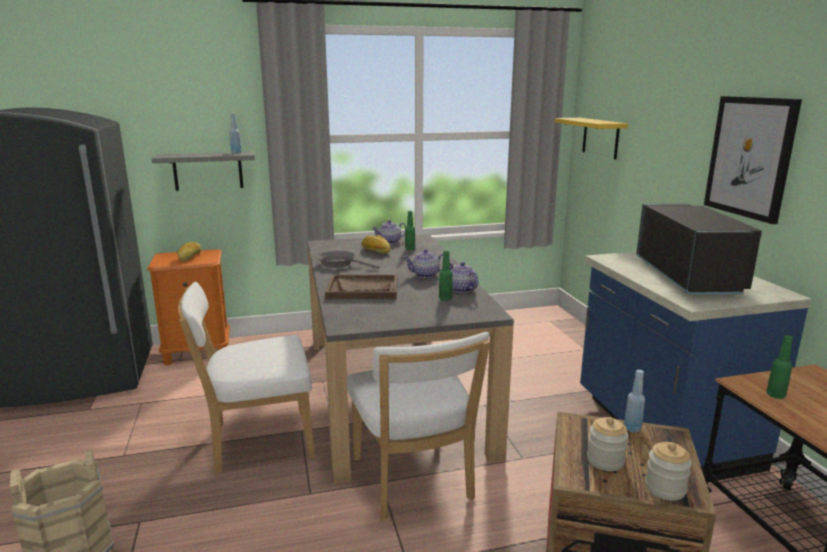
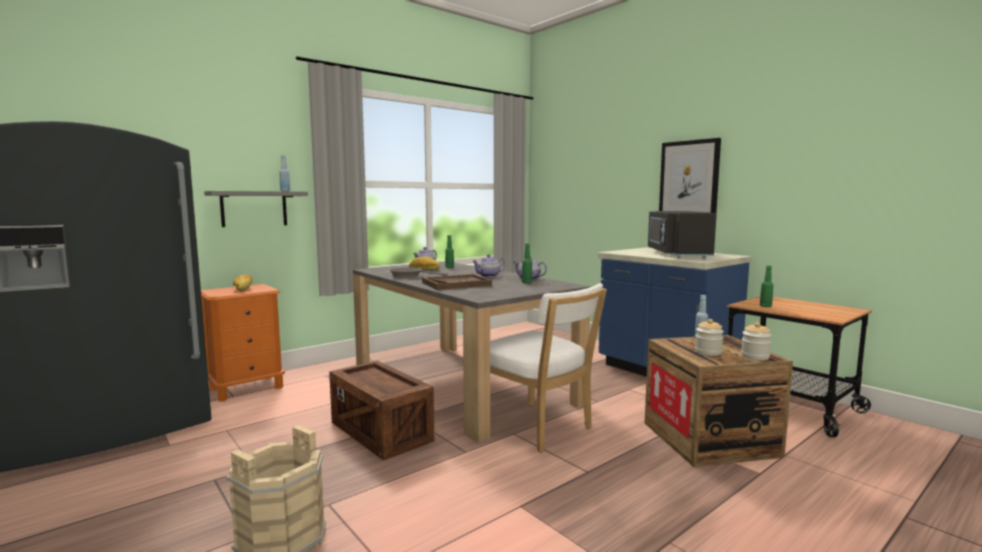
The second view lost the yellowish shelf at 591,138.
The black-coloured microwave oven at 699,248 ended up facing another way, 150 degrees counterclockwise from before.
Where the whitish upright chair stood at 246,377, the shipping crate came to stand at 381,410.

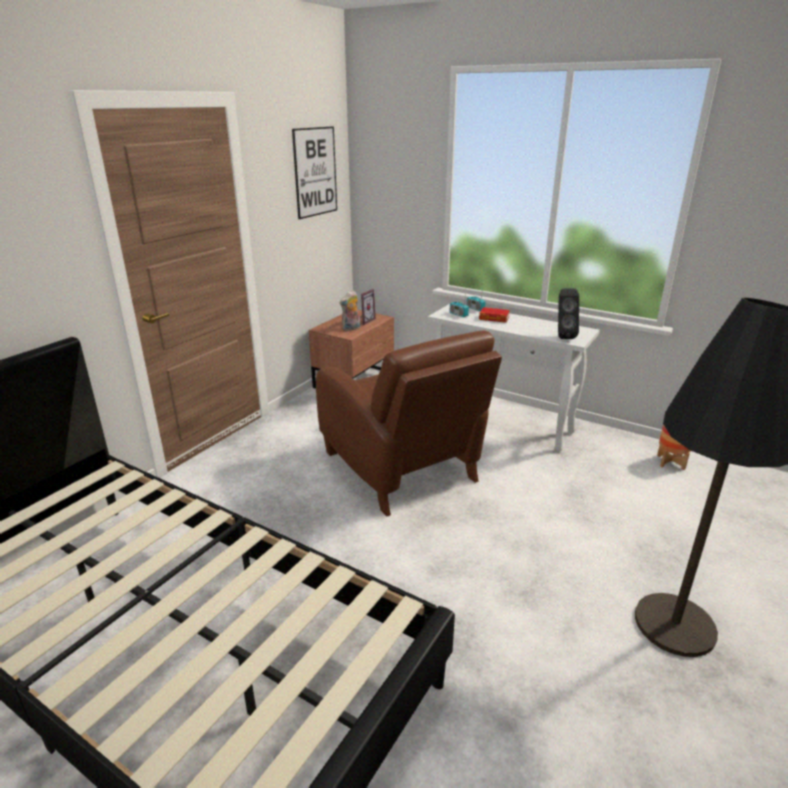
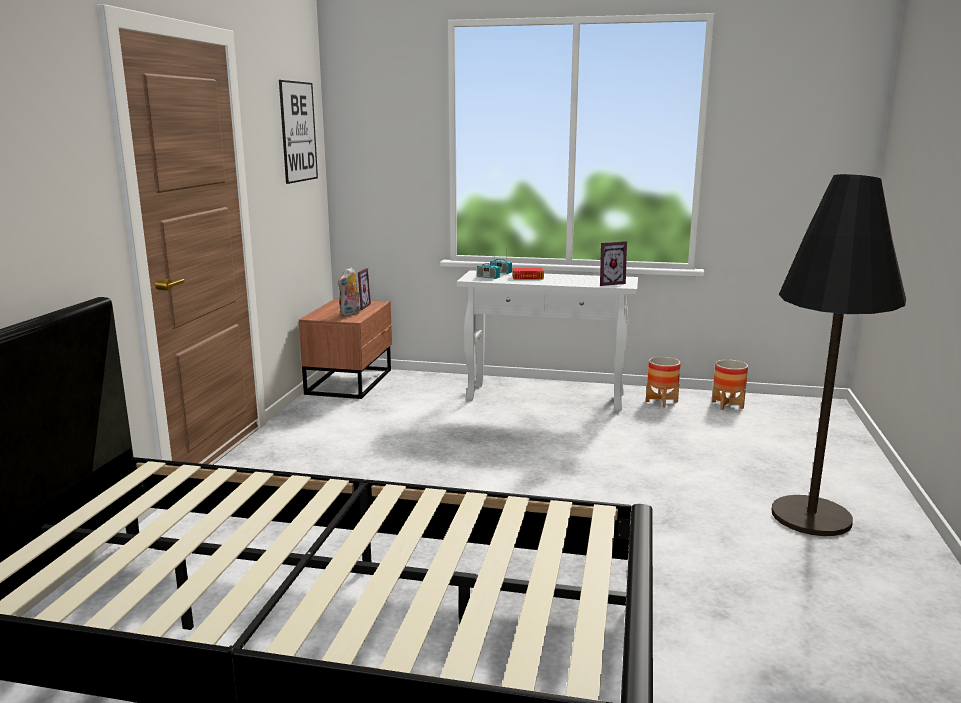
Where the black-coloured loudspeaker stood at 568,313, the standing frame came to stand at 613,263.
The second view lost the brown armchair at 409,423.
The second view gained the flower pot at 663,382.

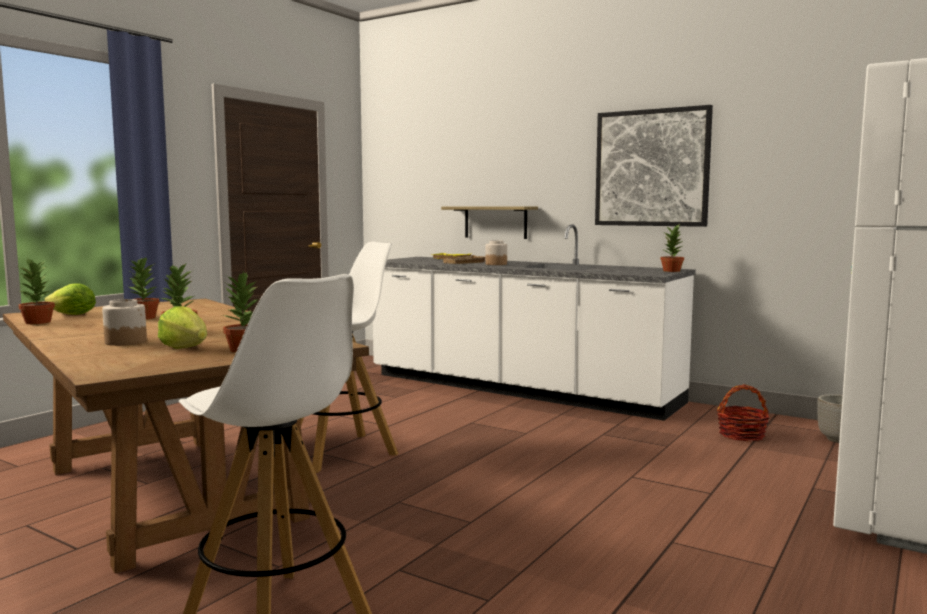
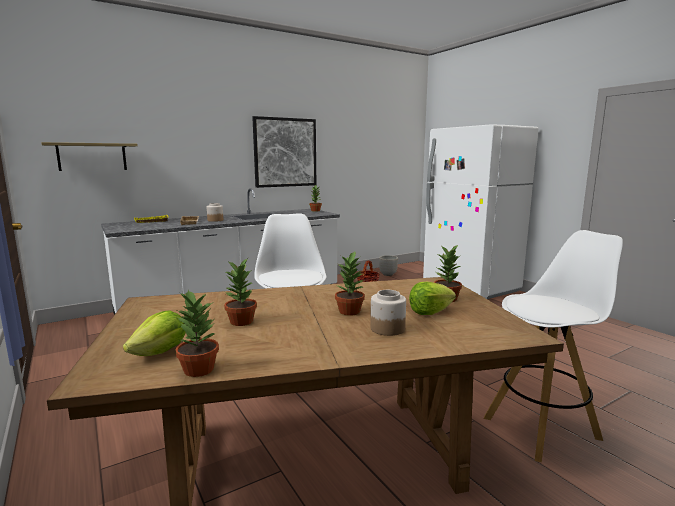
The shelf ended up elsewhere, having gone from 489,223 to 89,156.

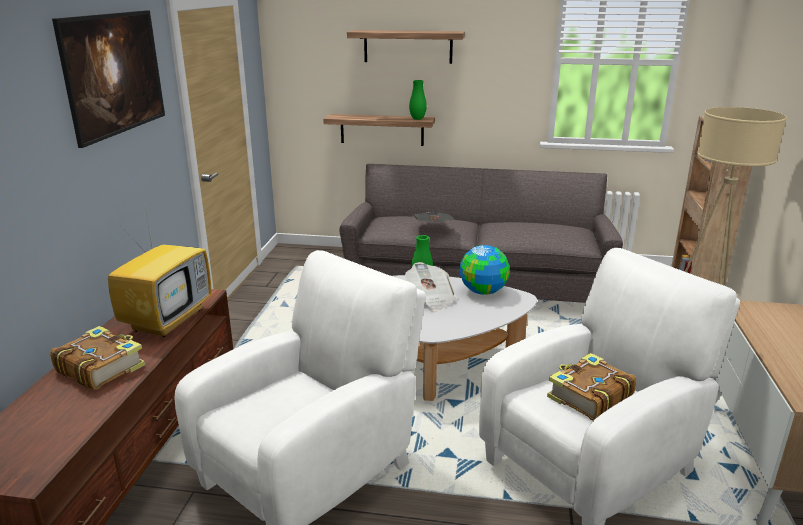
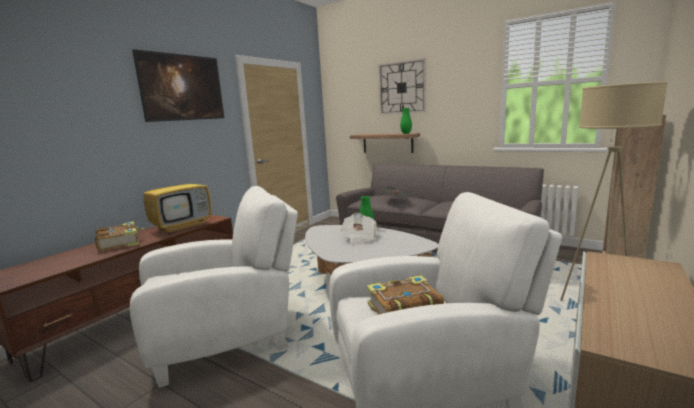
Where the shelf hung at 406,47, the hanging clock came to hang at 402,86.
The second view lost the world globe at 485,270.

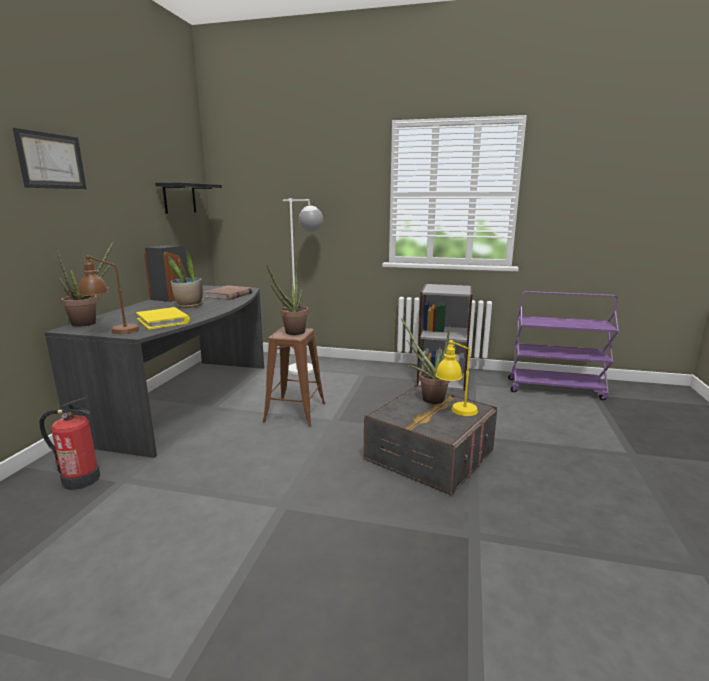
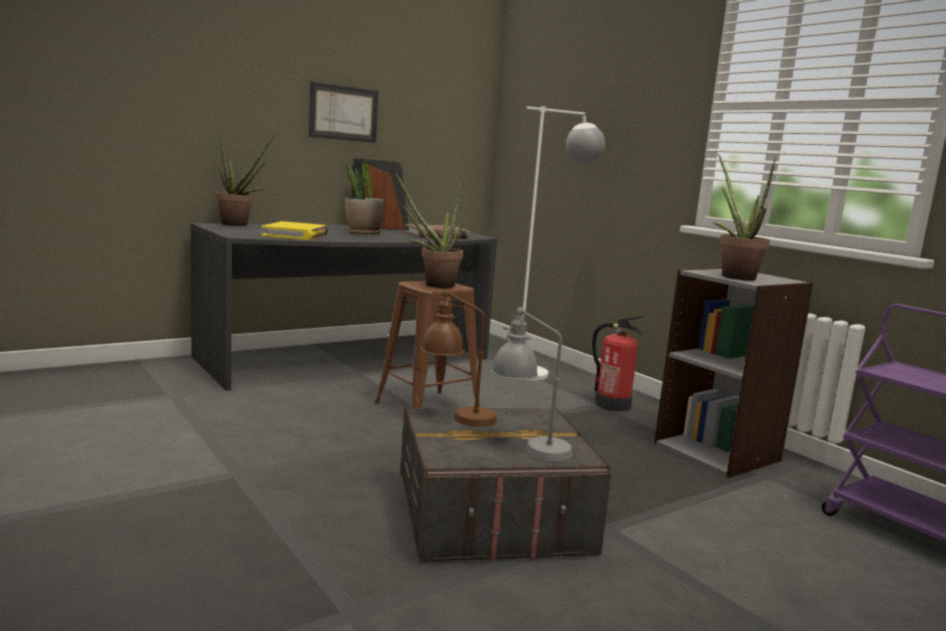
The wall art ended up elsewhere, having gone from 49,158 to 343,112.
The second view lost the black-coloured shelf at 188,198.
The brown tabletop lamp ended up elsewhere, having gone from 109,294 to 459,358.
The houseplant ended up elsewhere, having gone from 425,361 to 744,217.
What was the yellowish tabletop lamp at 456,378 turned into the gray tabletop lamp at 532,384.
The fire extinguisher ended up elsewhere, having gone from 70,443 to 618,364.

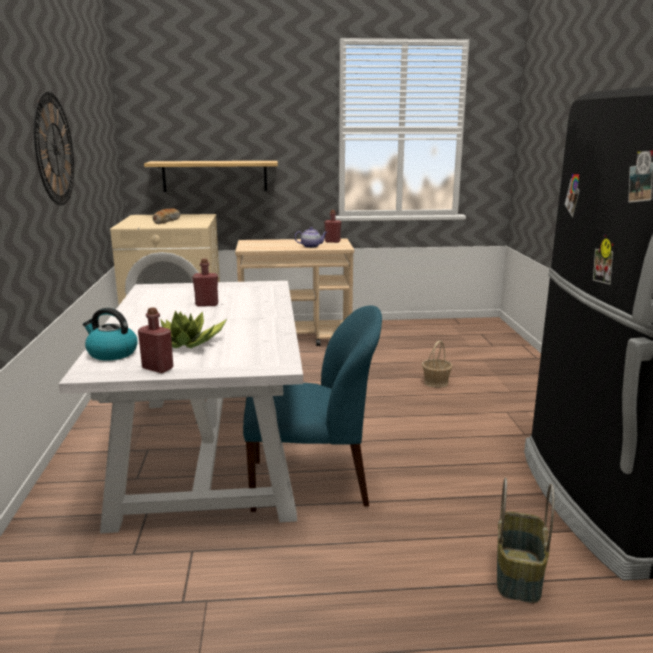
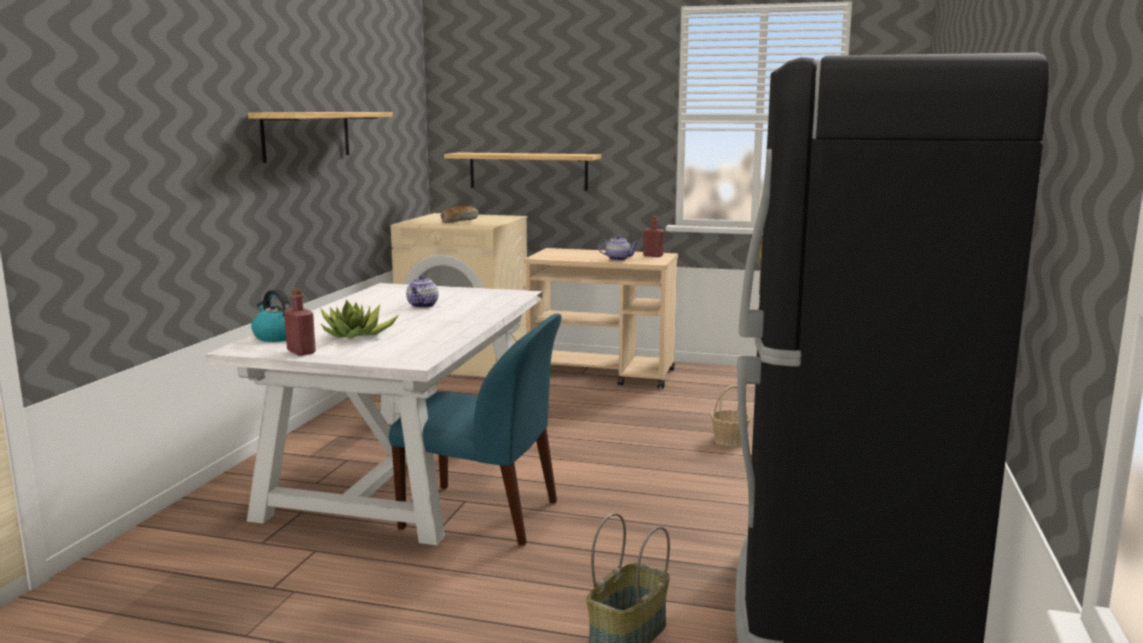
Where the hanging clock hung at 54,149, the shelf came to hang at 320,137.
Where the red-coloured drink bottle stood at 205,282, the teapot came to stand at 422,291.

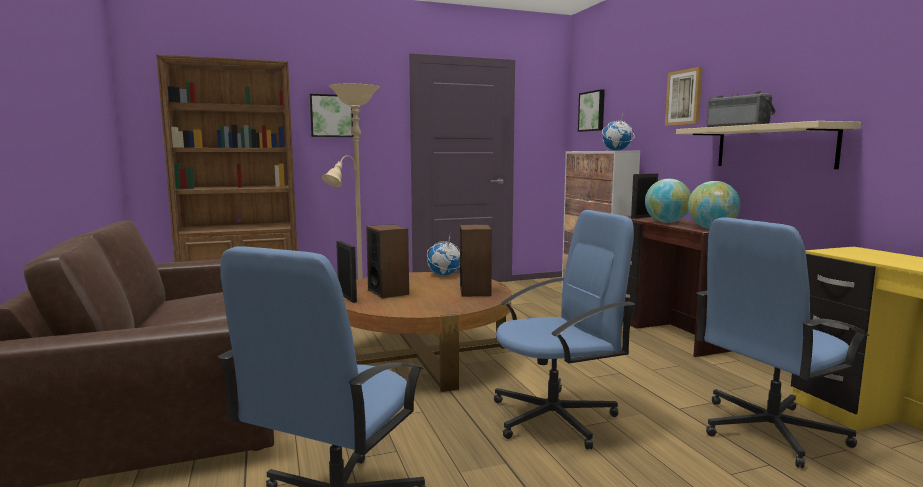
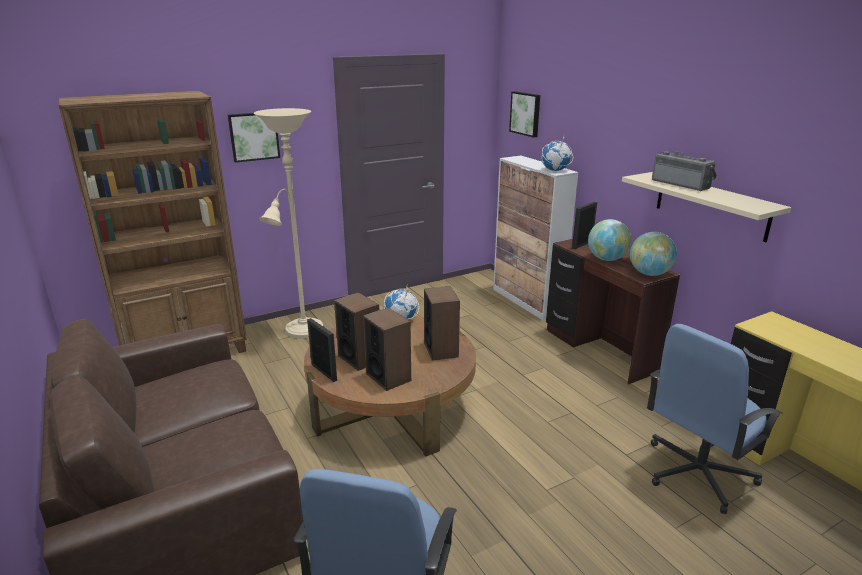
The second view lost the wall art at 684,96.
The second view lost the blue computer chair at 564,329.
The second view gained the loudspeaker at 387,349.

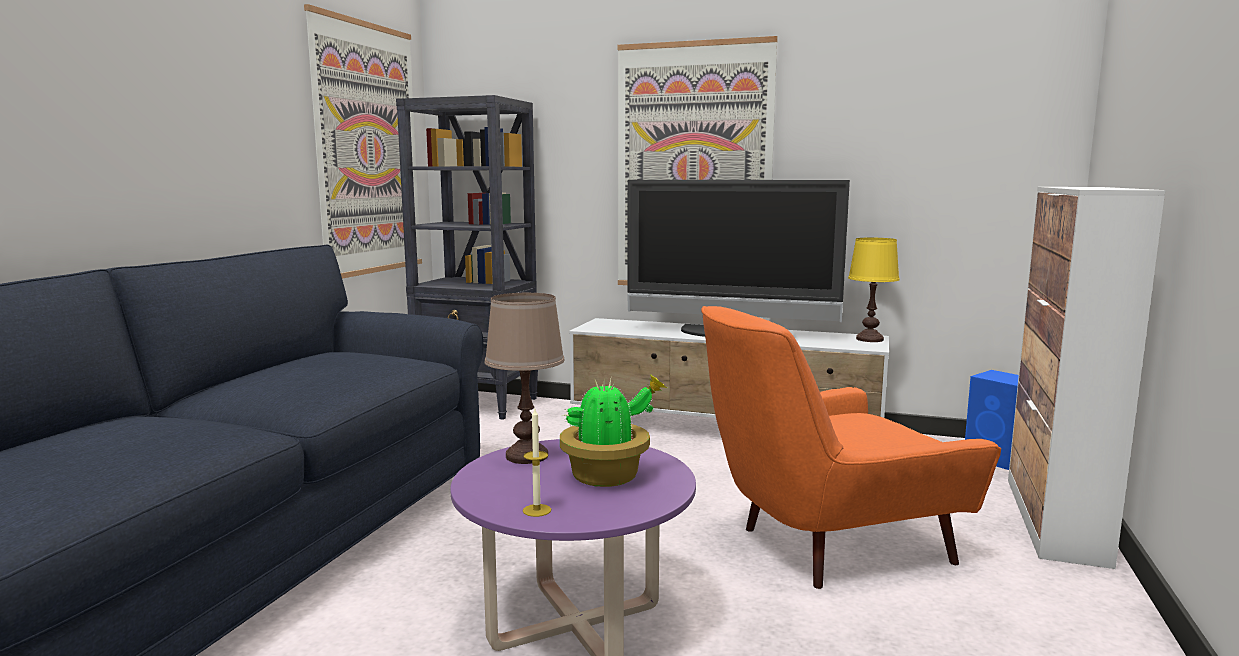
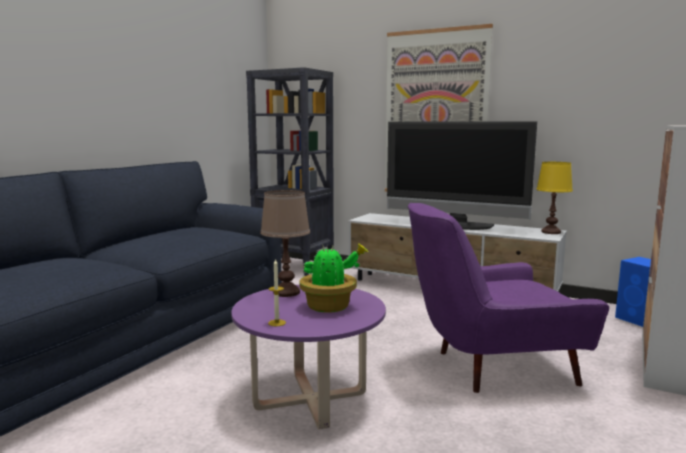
The second view lost the wall art at 363,141.
What was the orange armchair at 851,447 turned into the purple armchair at 508,298.

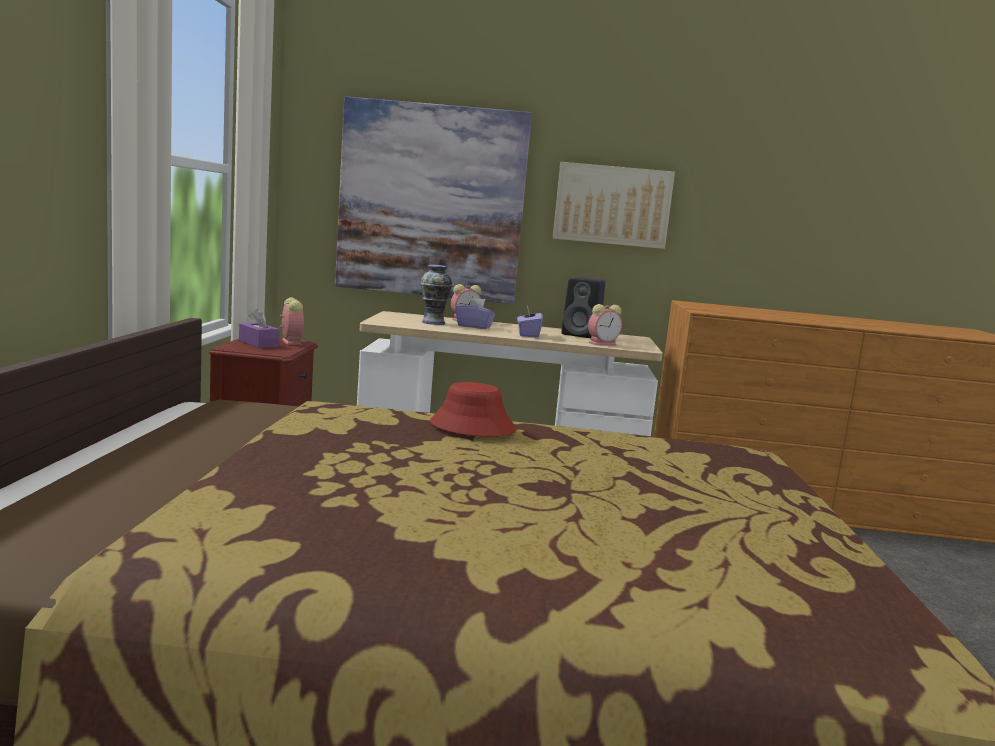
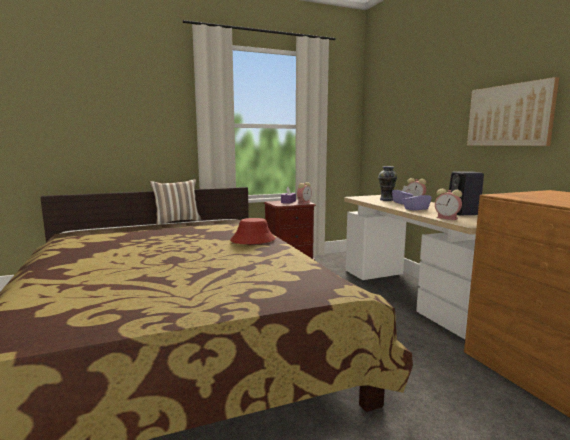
The second view lost the wall art at 433,200.
The second view gained the pillow at 175,202.

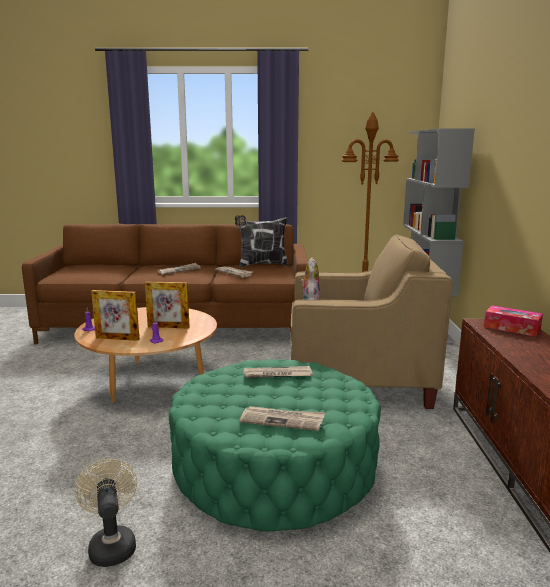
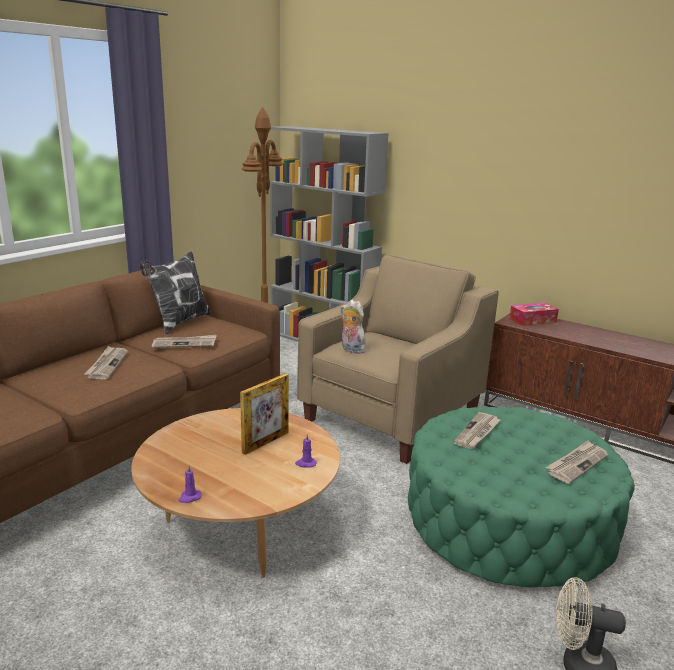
The second view lost the standing frame at 115,315.

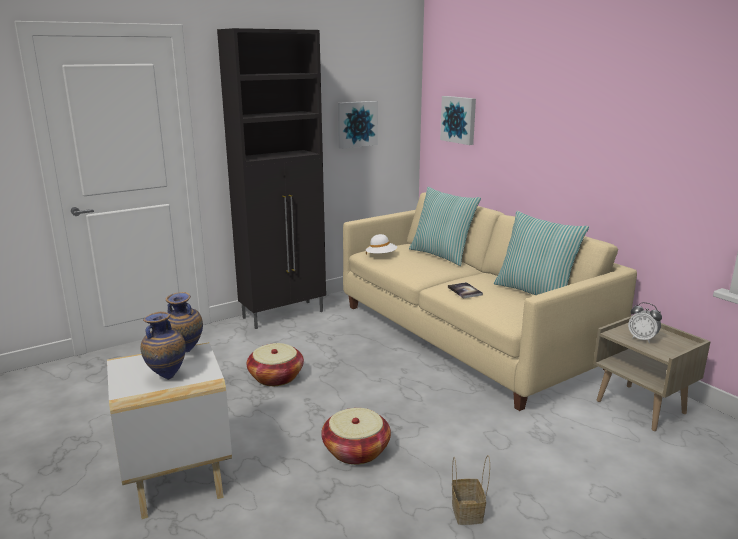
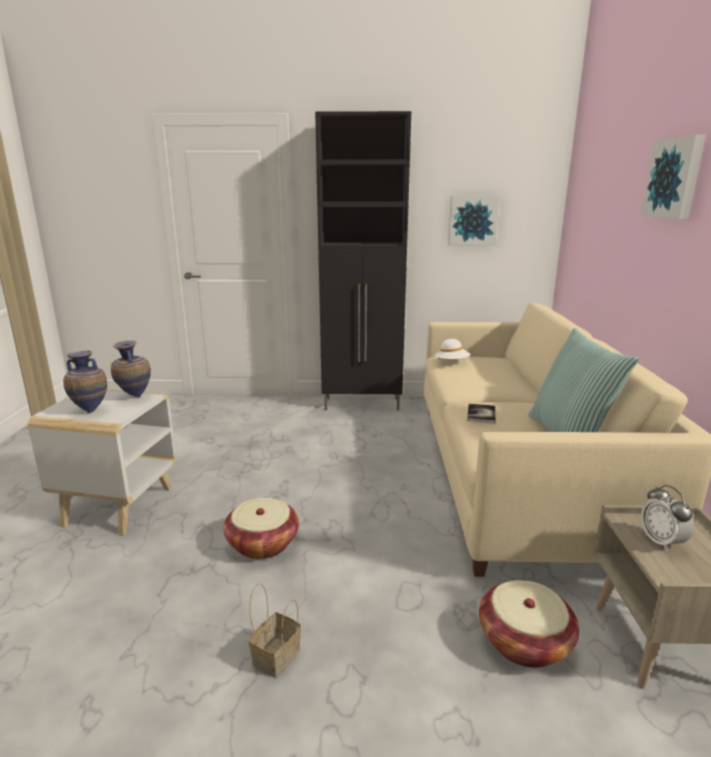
The wall art ended up elsewhere, having gone from 458,120 to 673,177.
The second view lost the pillow at 445,226.
The storage basket ended up elsewhere, having gone from 275,364 to 529,624.

